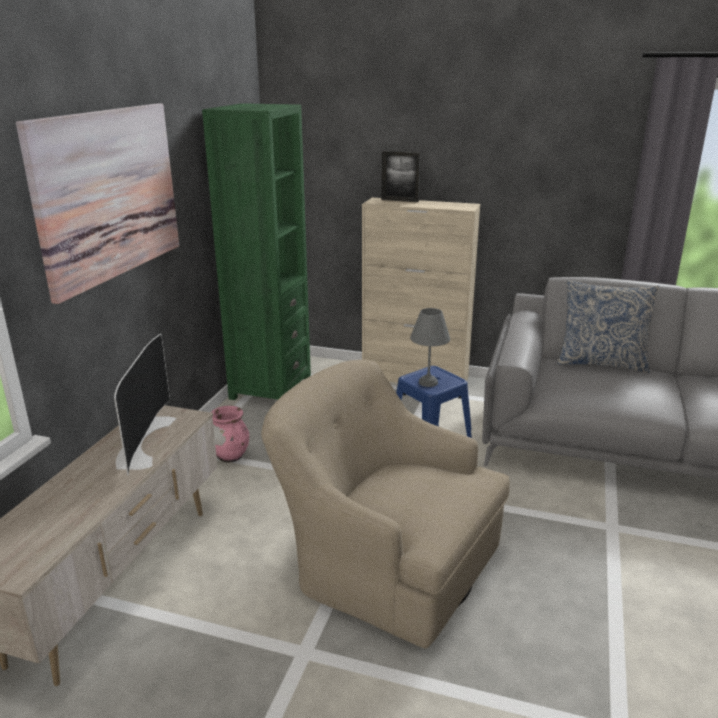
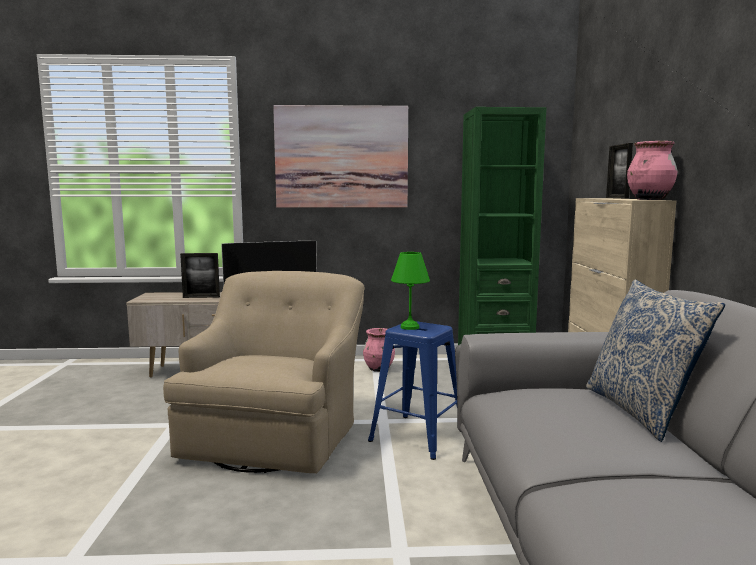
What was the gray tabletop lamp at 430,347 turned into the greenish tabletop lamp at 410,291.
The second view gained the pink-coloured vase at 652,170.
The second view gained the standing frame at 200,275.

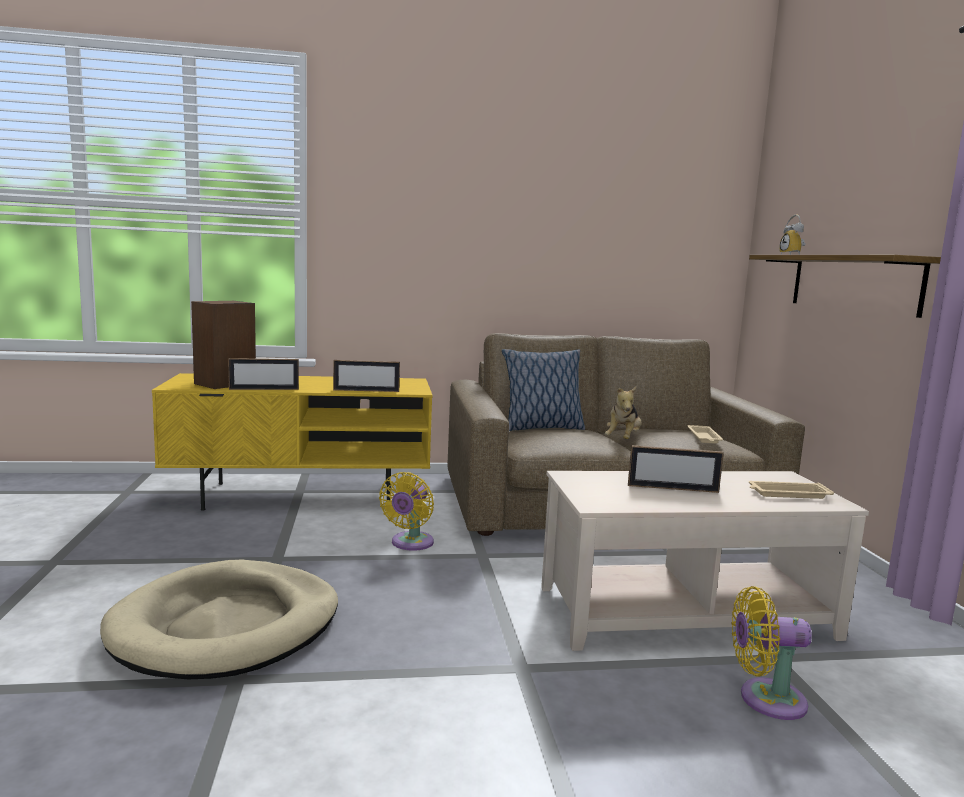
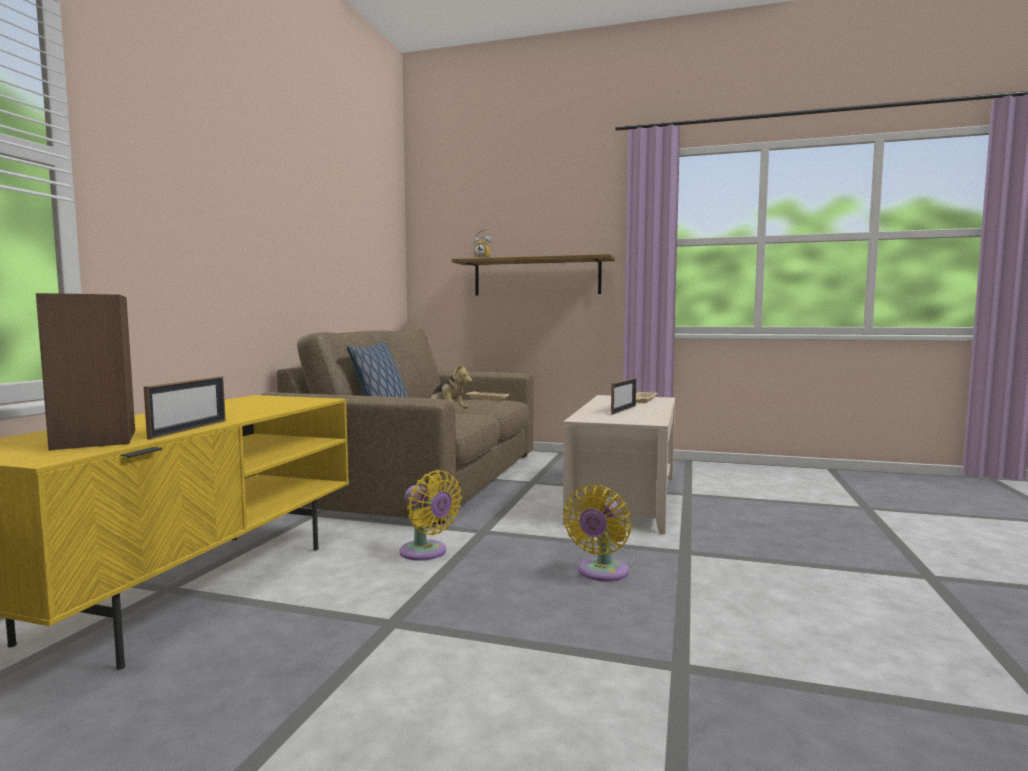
The second view lost the standing frame at 366,376.
The second view lost the beige-coloured pet bed at 219,619.
The yellowish fan ended up elsewhere, having gone from 772,653 to 597,533.

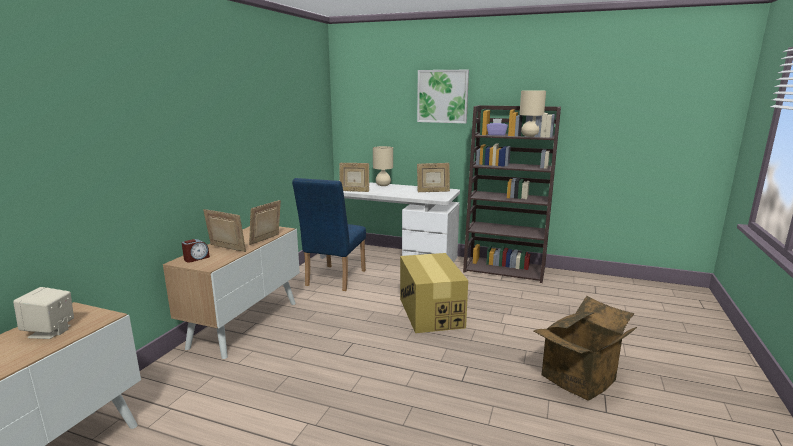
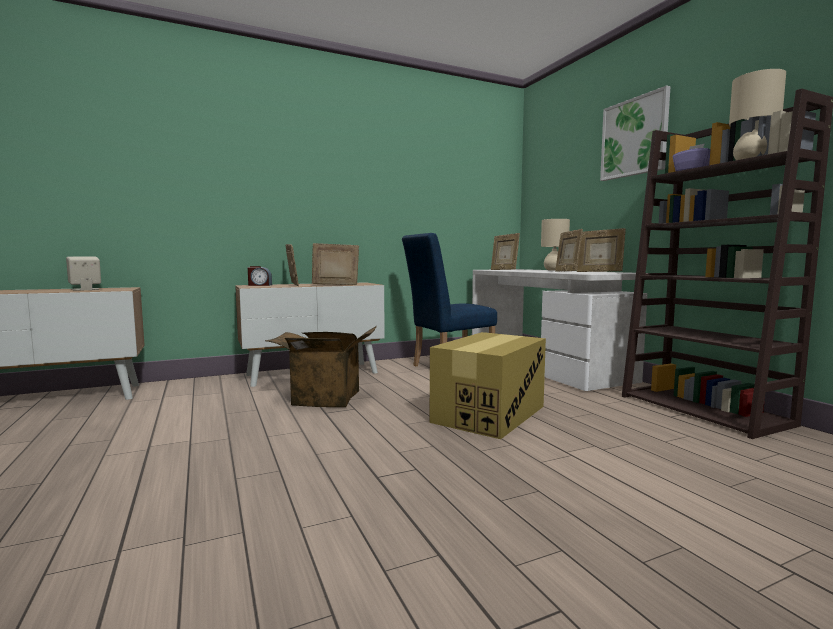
The packing box ended up elsewhere, having gone from 585,348 to 321,366.
The second view gained the standing frame at 569,250.

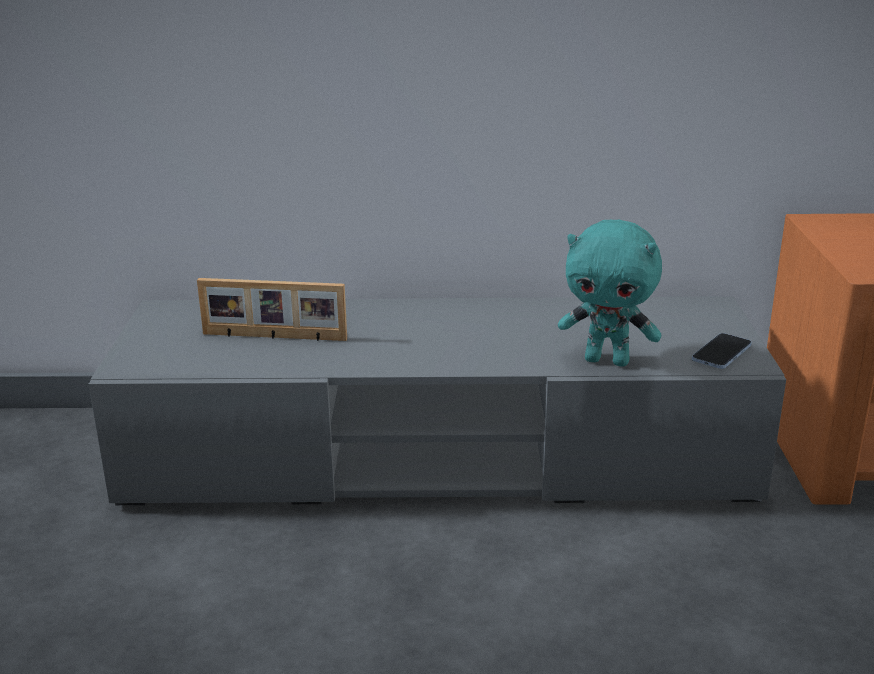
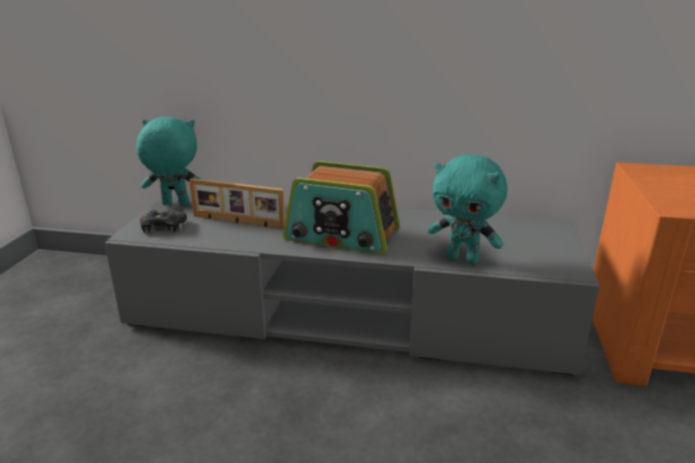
The second view lost the telephone at 722,351.
The second view gained the turquoise soft toy at 168,161.
The second view gained the radio receiver at 341,207.
The second view gained the black-coloured gamepad at 163,222.

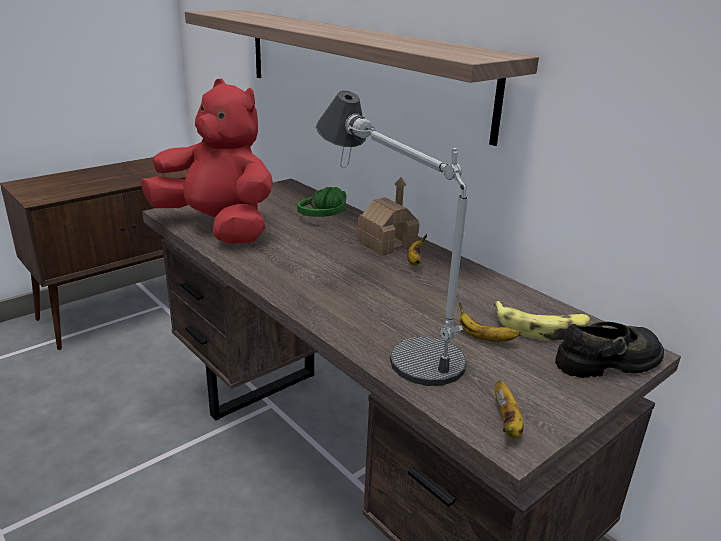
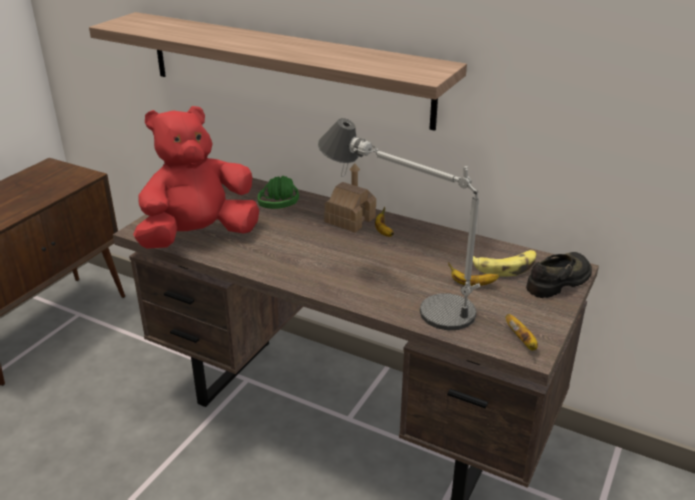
The red-coloured soft toy at 207,161 ended up facing another way, 45 degrees counterclockwise from before.

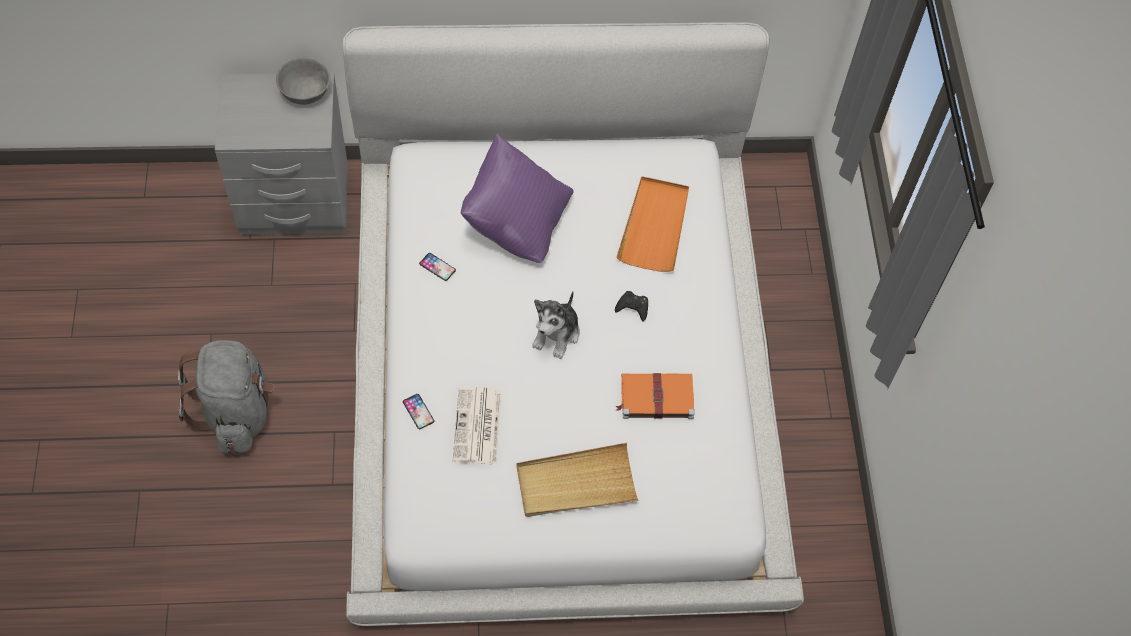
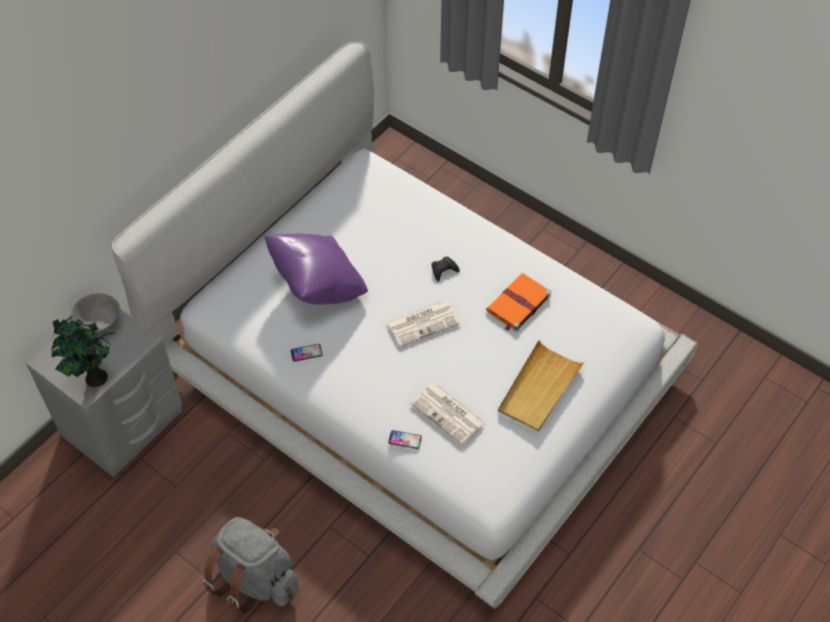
The second view lost the orange carrying tray at 653,224.
Where the soft toy stood at 556,325, the newspaper came to stand at 423,323.
The second view gained the houseplant at 82,351.

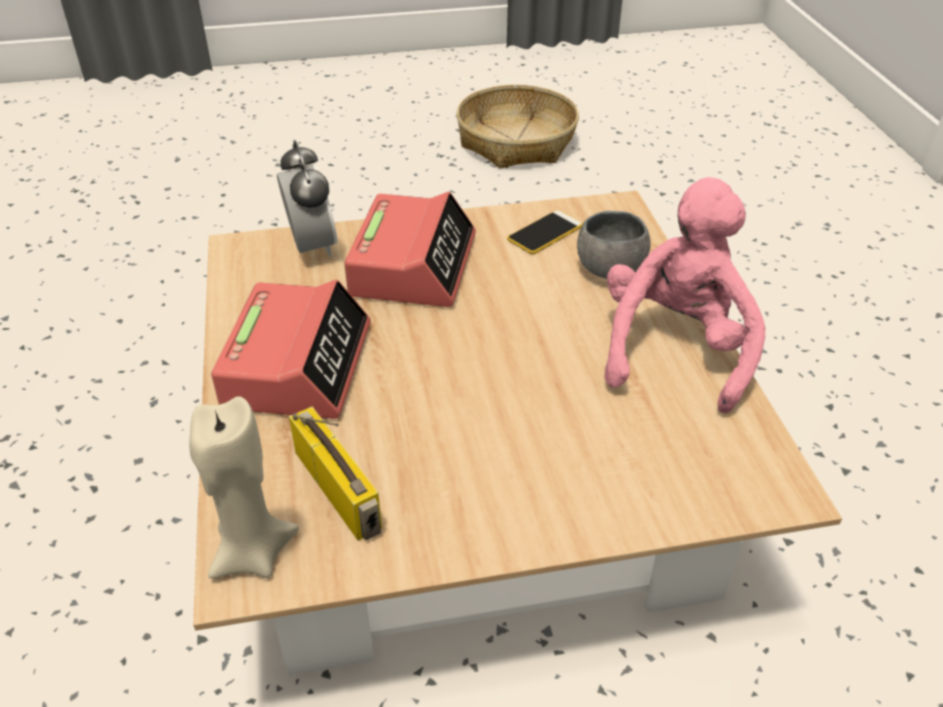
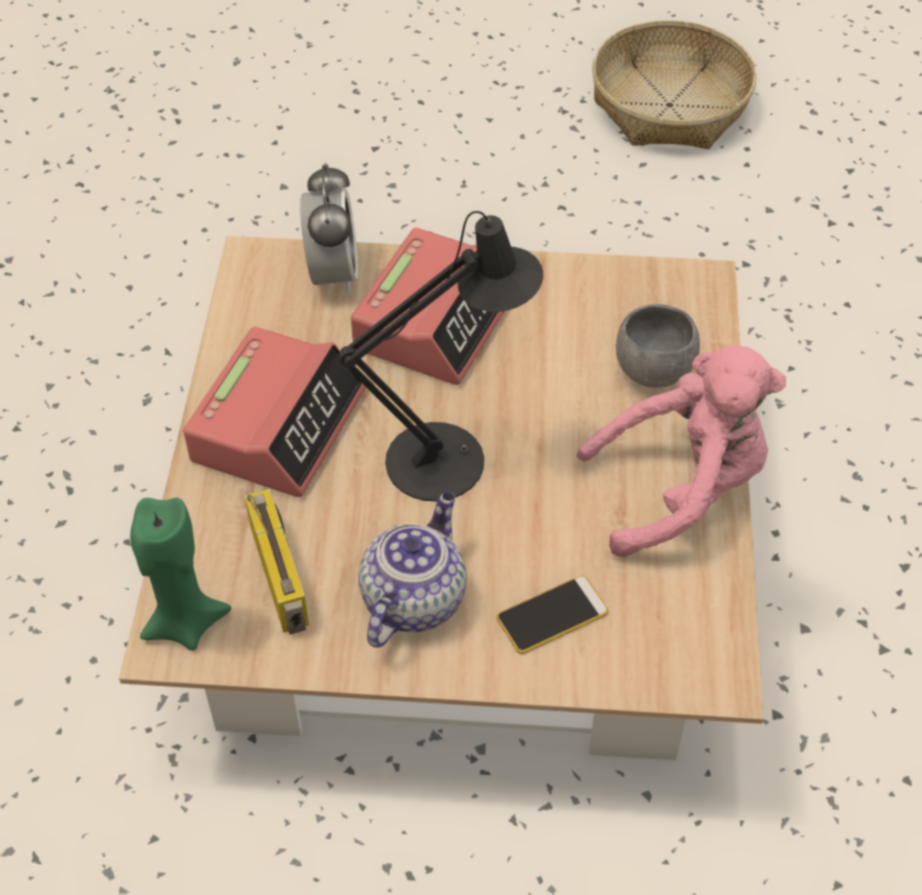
The pink-coloured soft toy at 685,295 ended up facing another way, 45 degrees clockwise from before.
The telephone ended up elsewhere, having gone from 545,232 to 552,615.
What was the beige-coloured candle at 244,487 turned into the greenish candle at 180,574.
The second view gained the black-coloured tabletop lamp at 440,356.
The second view gained the teapot at 412,569.

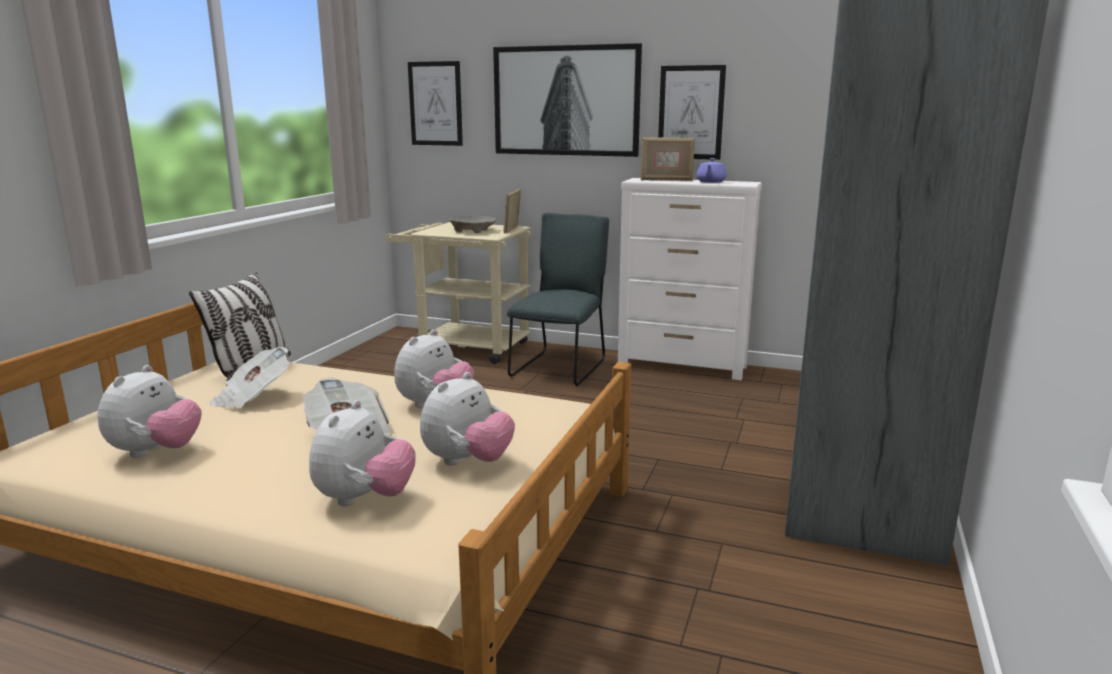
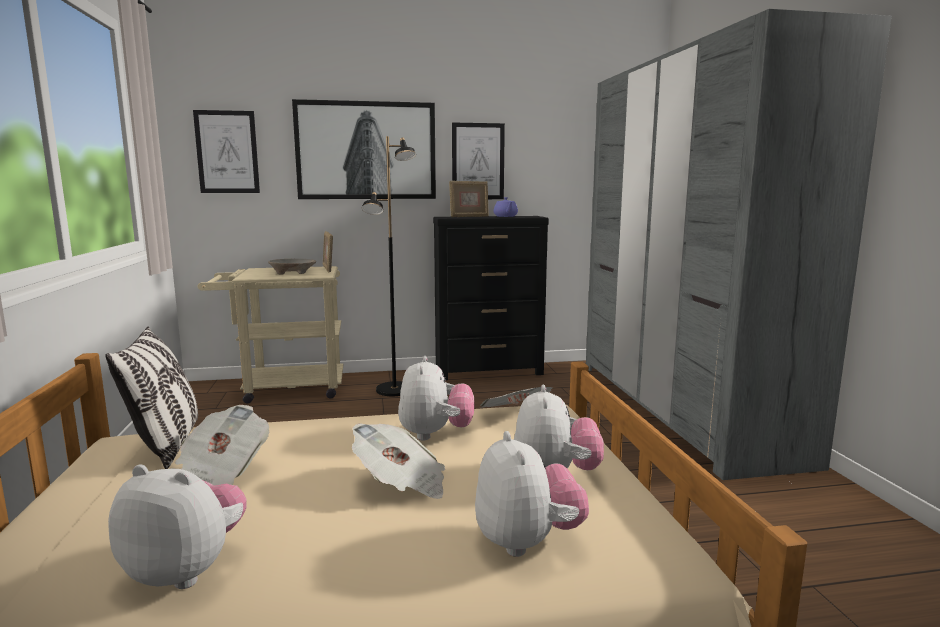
What was the whitish chest of drawers at 690,279 turned into the black-coloured chest of drawers at 491,298.
Where the gray upright chair stood at 558,299, the black-coloured standing lamp came to stand at 389,266.
The soft toy at 149,411 ended up facing another way, 60 degrees counterclockwise from before.
The second view gained the newspaper at 515,397.

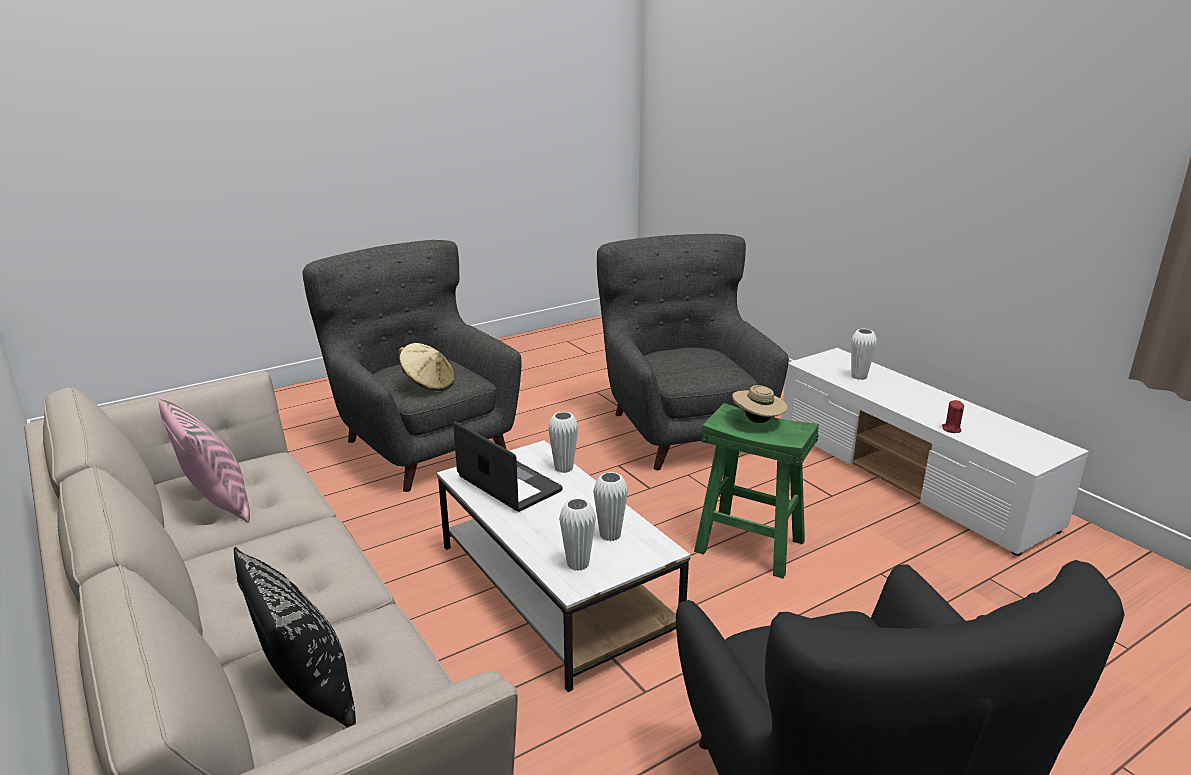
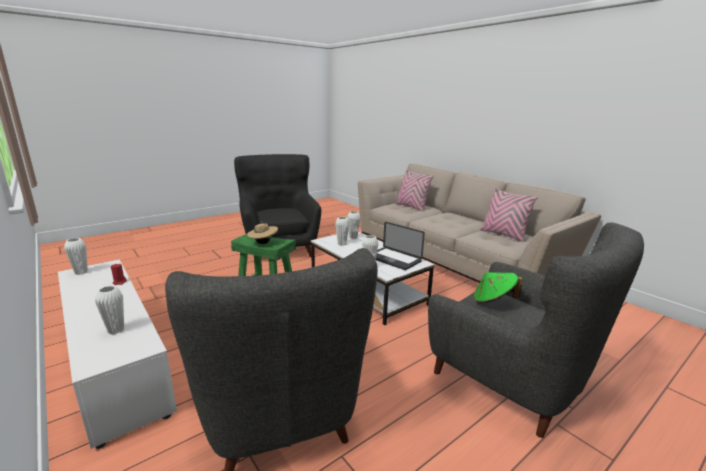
What was the beige-coloured hat at 427,367 turned into the greenish hat at 498,288.
What was the black-coloured pillow at 295,637 turned into the pink-coloured pillow at 414,190.
The second view gained the whitish vase at 76,256.

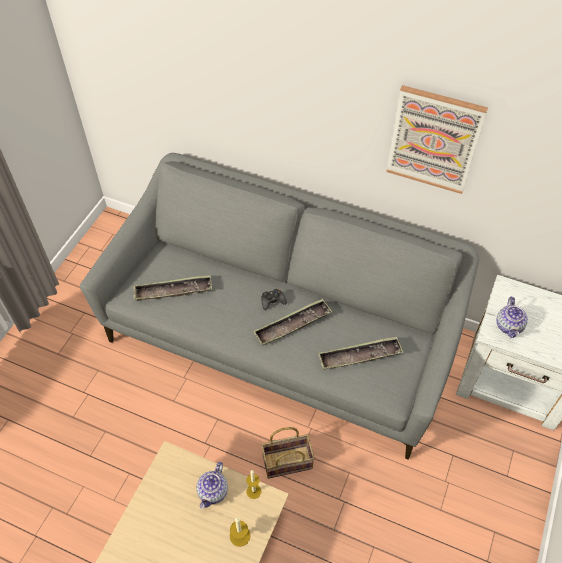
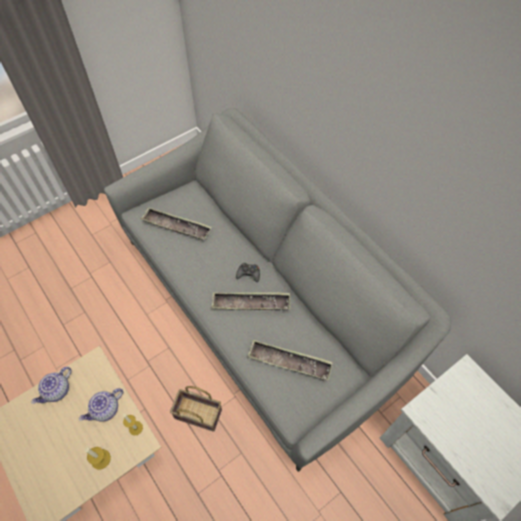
The second view lost the wall art at 437,139.
The teapot ended up elsewhere, having gone from 512,317 to 51,385.

